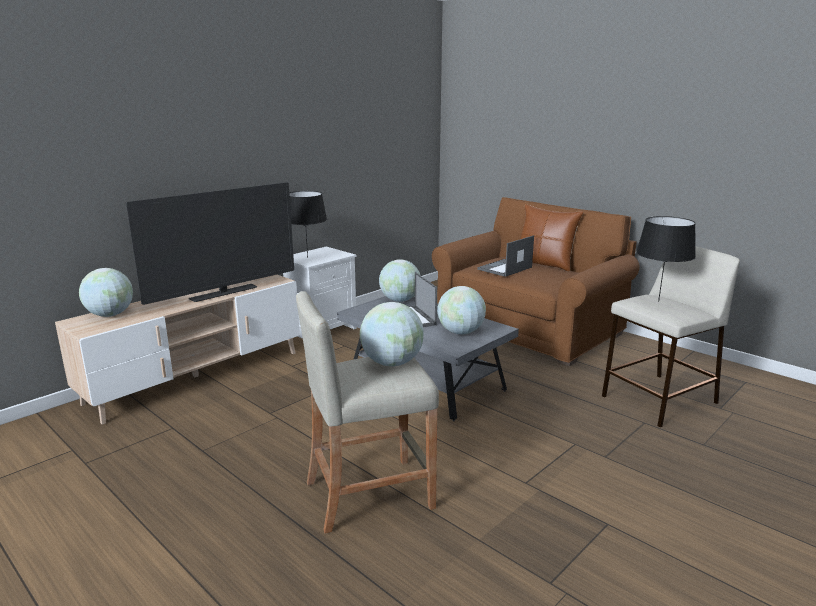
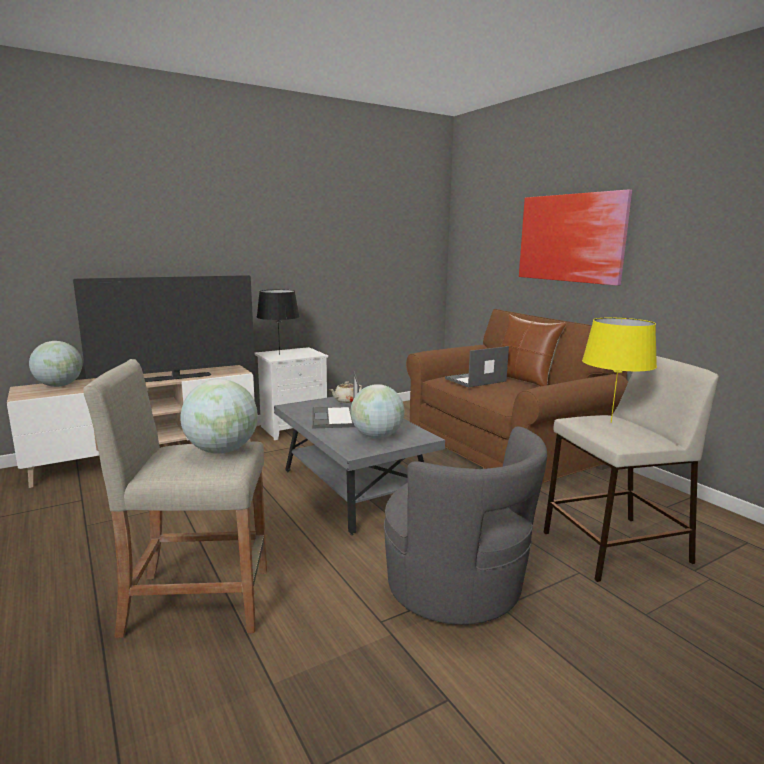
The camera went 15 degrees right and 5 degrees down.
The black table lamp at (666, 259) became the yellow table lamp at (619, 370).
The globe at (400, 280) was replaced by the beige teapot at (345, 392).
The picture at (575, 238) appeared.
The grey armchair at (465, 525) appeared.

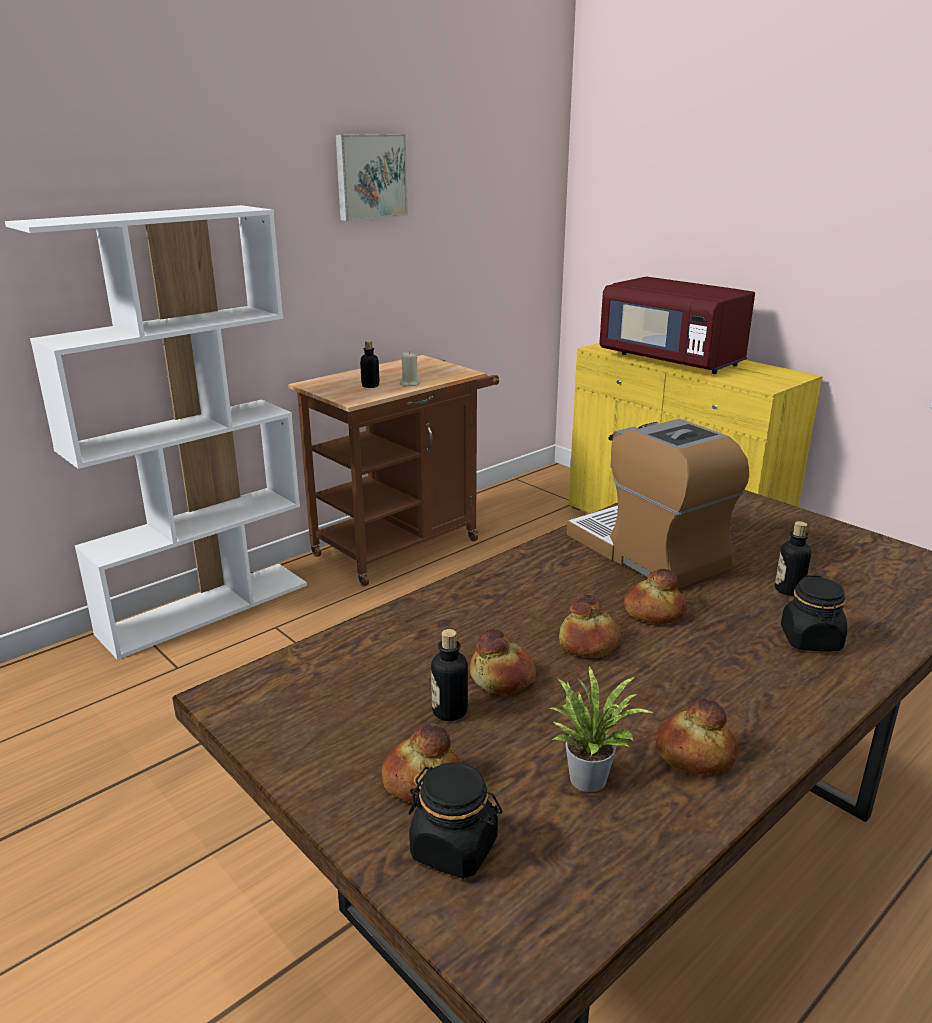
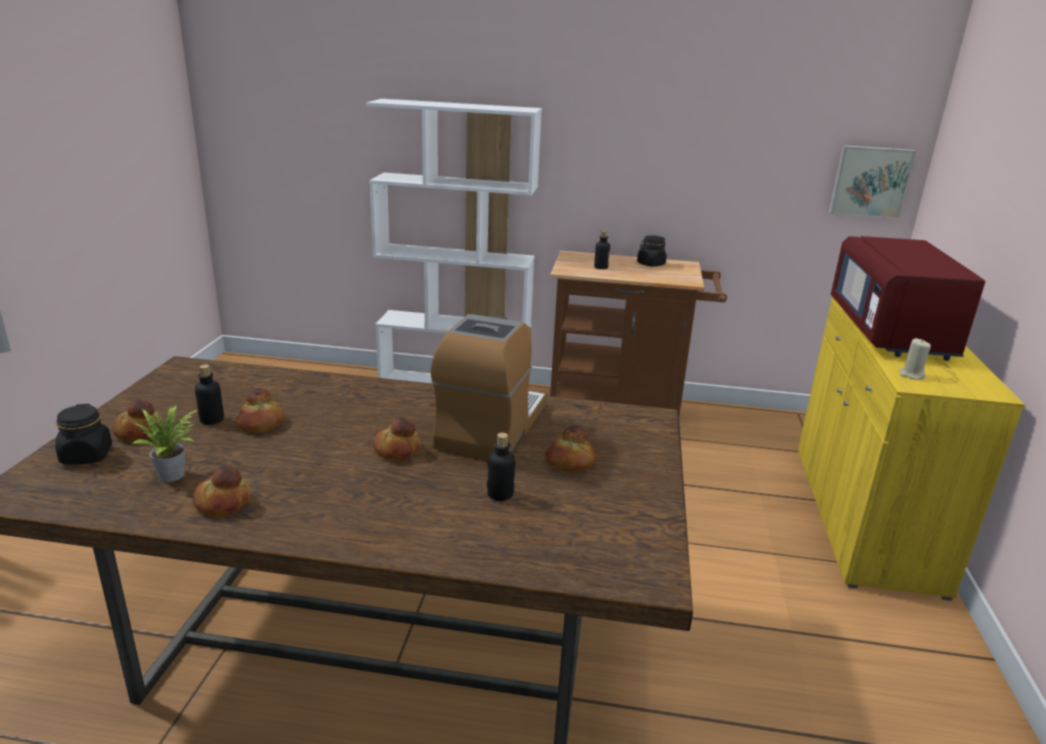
The camera went 50 degrees right and 0 degrees up.
The picture moved from (371, 177) to (872, 182).
The beige candle moved from (410, 369) to (915, 359).
The black jar moved from (814, 613) to (652, 251).
The bread moved from (590, 626) to (570, 448).

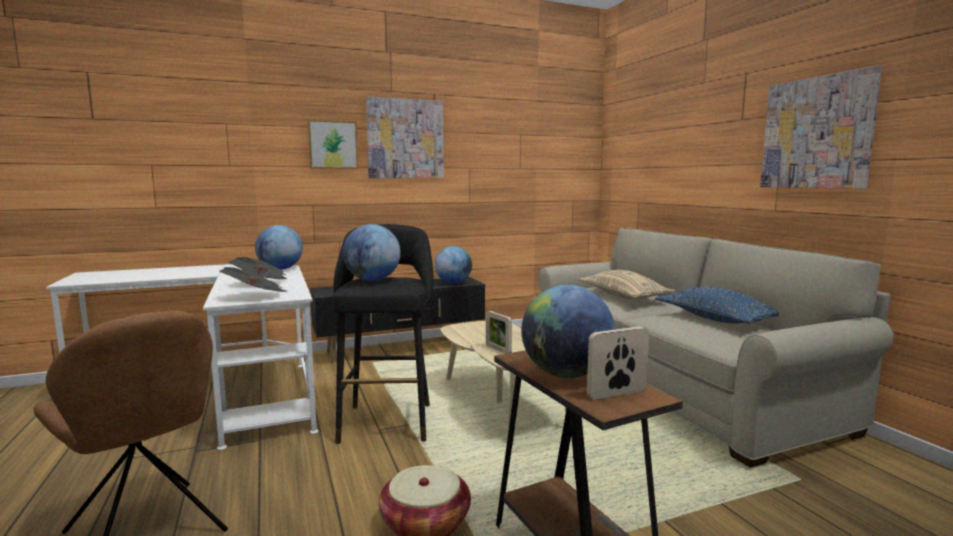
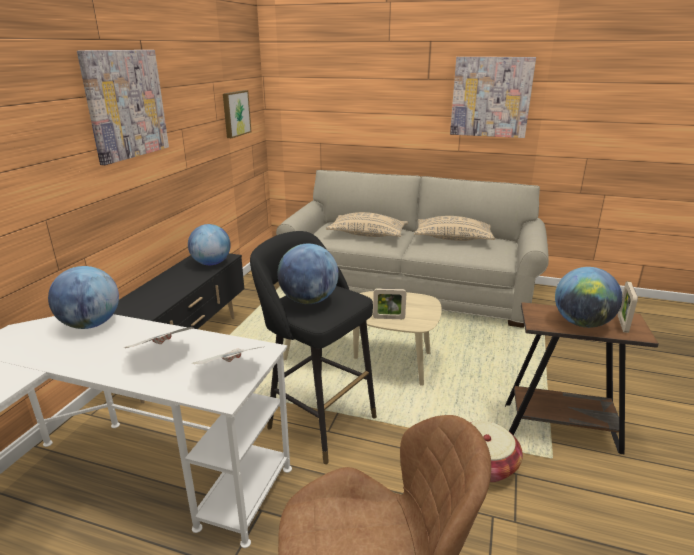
The camera went 50 degrees left and 15 degrees up.
The picture moved from (333, 144) to (237, 114).
The blue pillow at (717, 305) became the beige pillow at (454, 228).

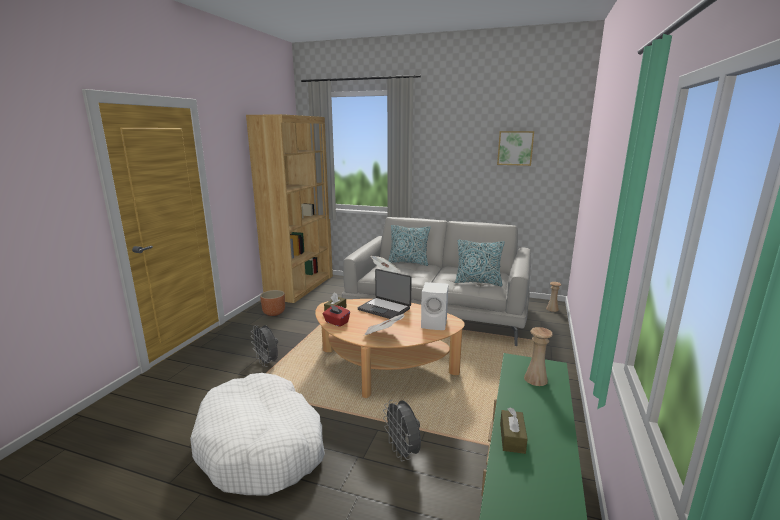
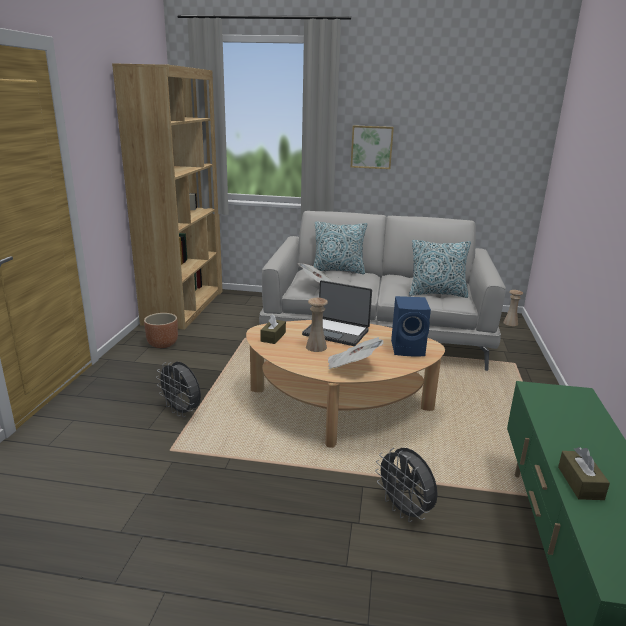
The camera went 10 degrees left and 5 degrees up.
The picture moved from (515, 148) to (372, 147).
The white speaker at (434, 306) became the blue speaker at (411, 326).
The red tissue box at (336, 315) disappeared.
The beige vase moved from (538, 356) to (317, 325).
The white dog bed at (257, 434) disappeared.

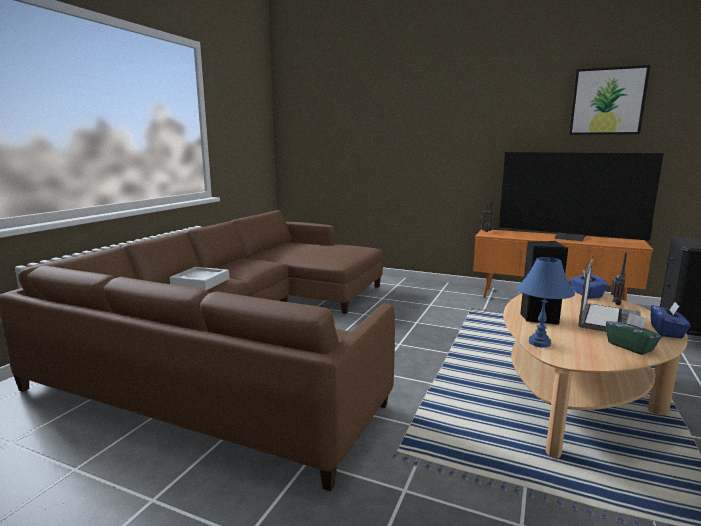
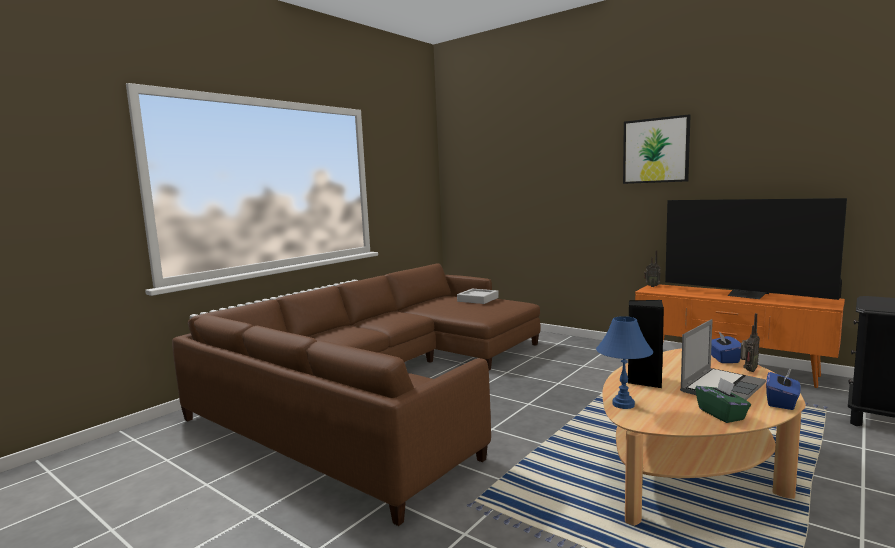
The camera went 15 degrees right and 5 degrees down.
The picture moved from (609, 100) to (657, 149).
The grey tray moved from (199, 278) to (478, 296).

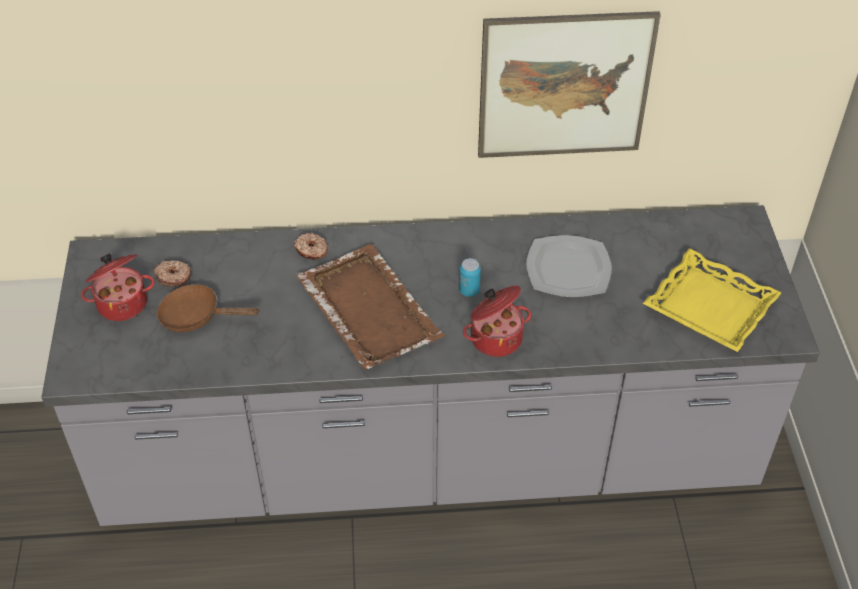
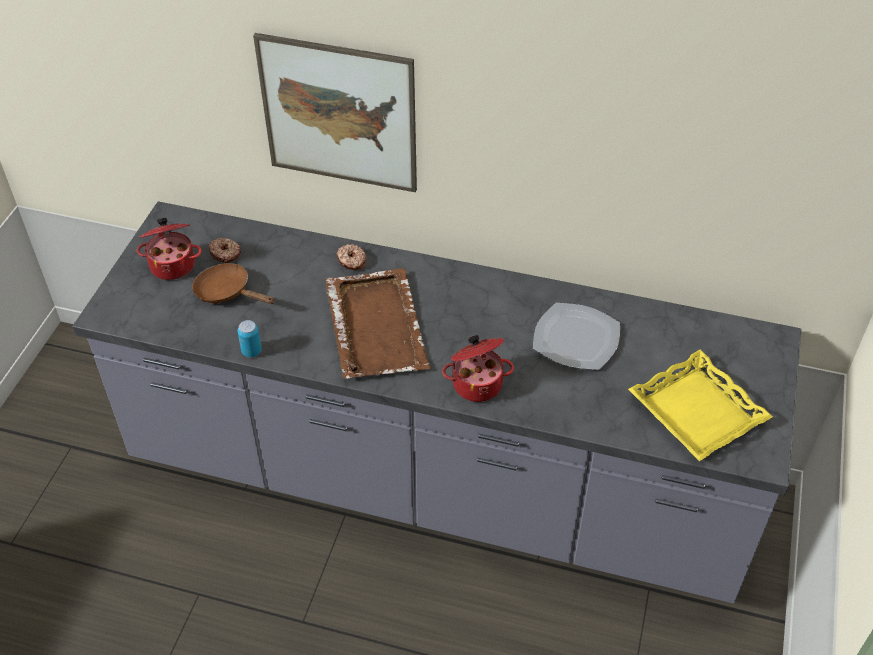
The camera went 20 degrees right and 0 degrees up.
The picture moved from (569, 84) to (335, 112).
The can moved from (470, 277) to (249, 338).

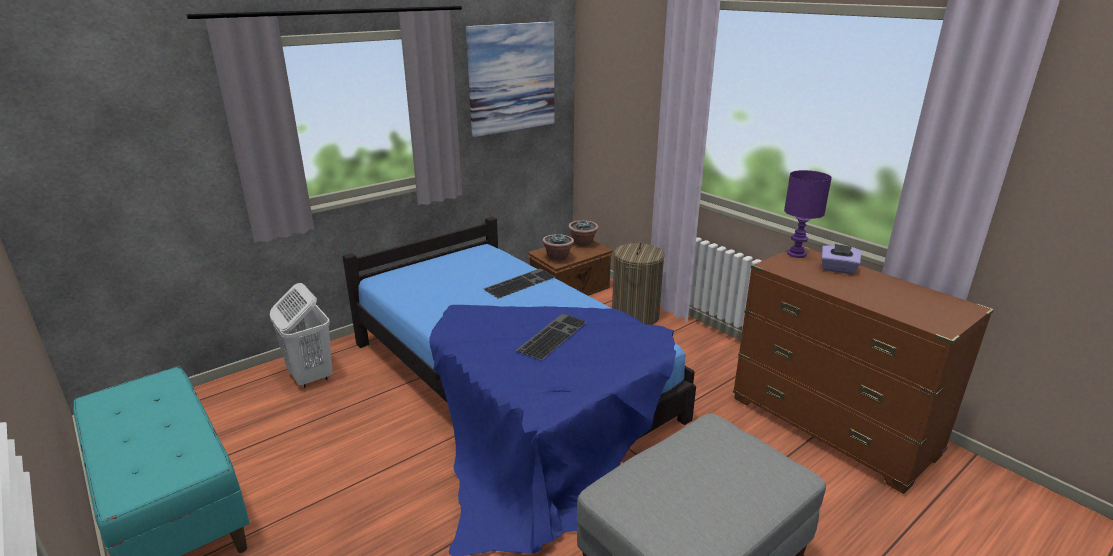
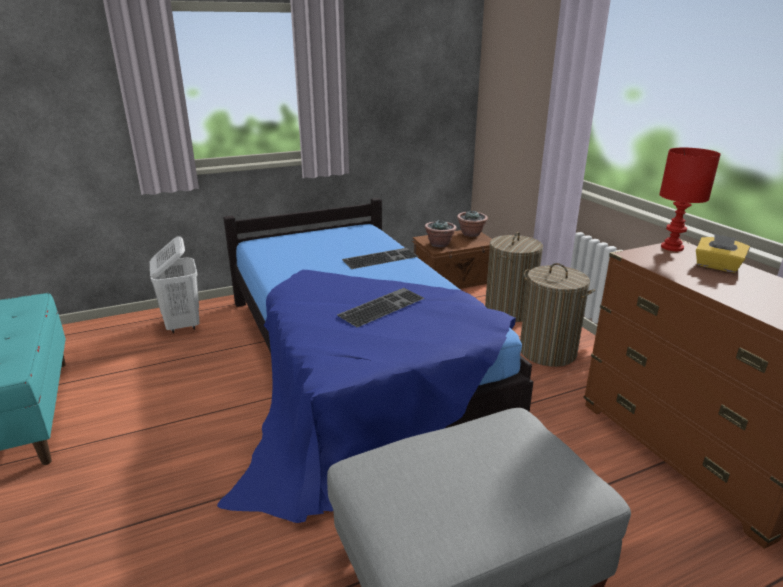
The camera went 15 degrees right and 0 degrees up.
The picture at (510, 79) disappeared.
The purple table lamp at (808, 214) became the red table lamp at (690, 199).
The purple tissue box at (841, 259) became the yellow tissue box at (723, 253).
The laundry basket at (557, 315) appeared.

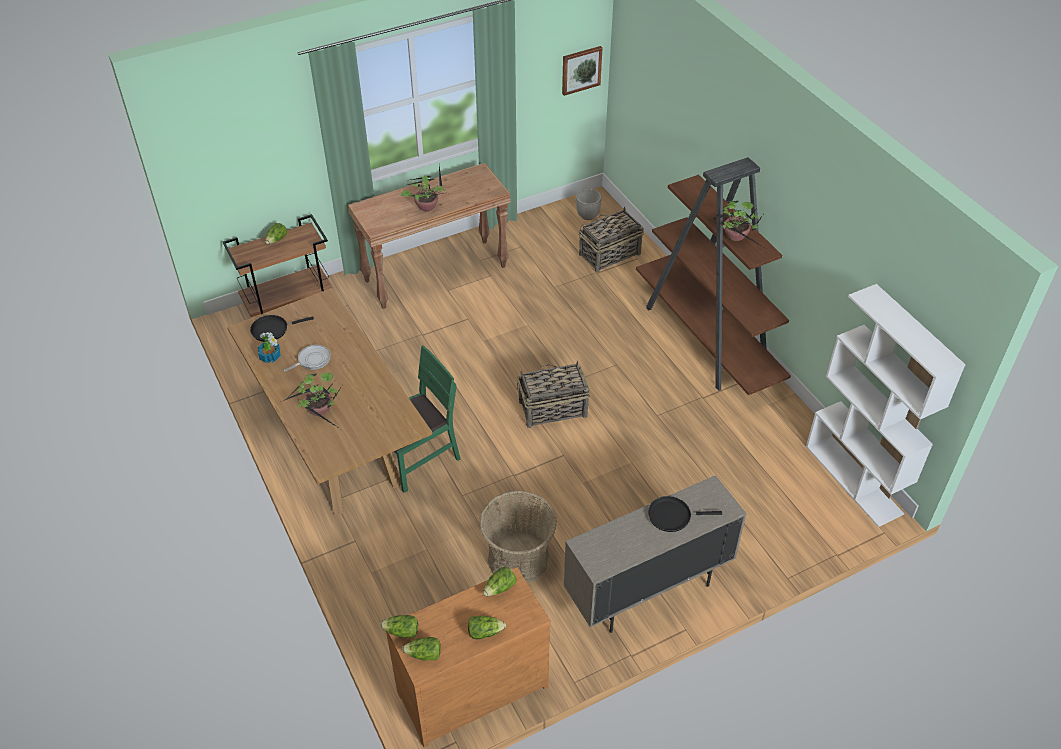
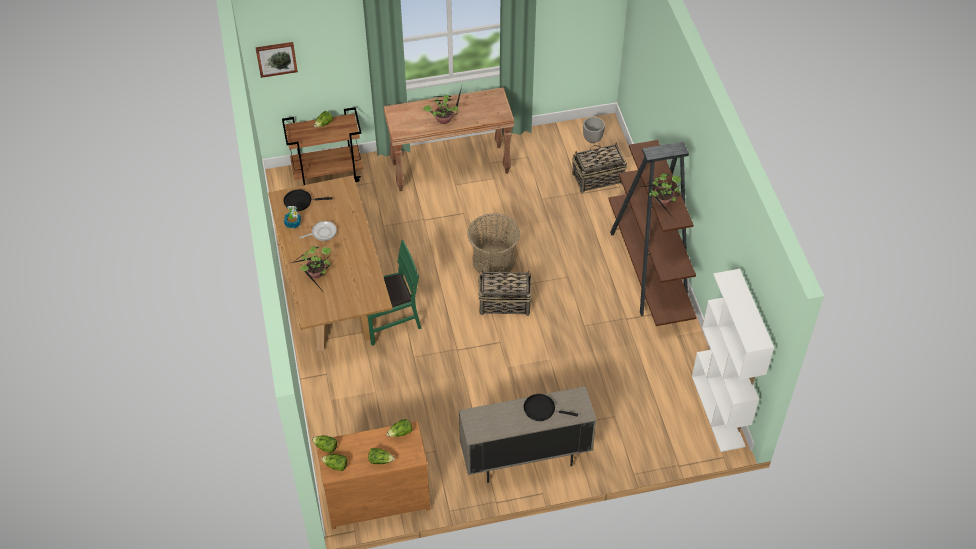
The camera went 15 degrees right and 5 degrees up.
The picture moved from (582, 71) to (276, 60).
The basket moved from (518, 537) to (493, 243).

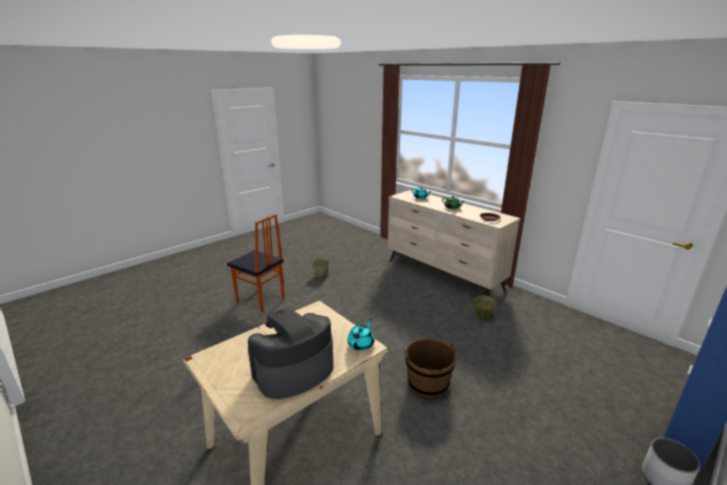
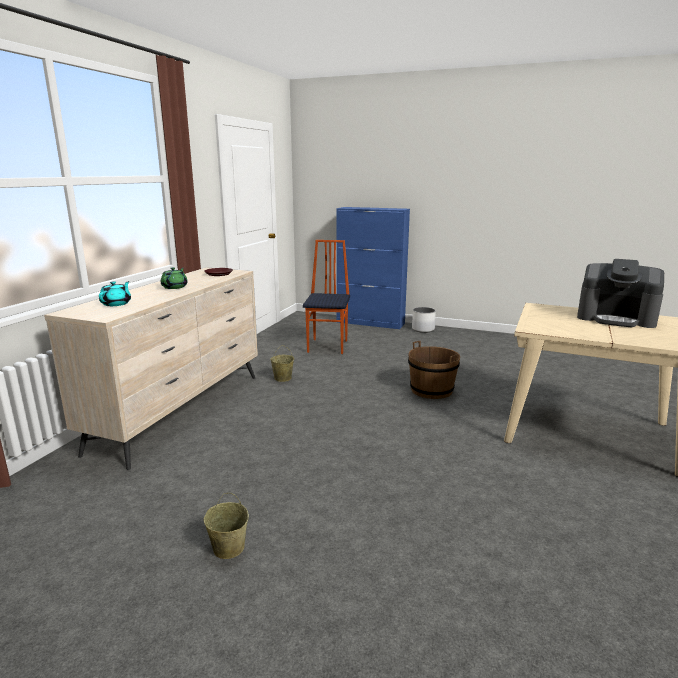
The camera went 115 degrees left and 5 degrees down.
The chair moved from (255, 263) to (326, 297).
The turquoise teapot at (361, 335) disappeared.

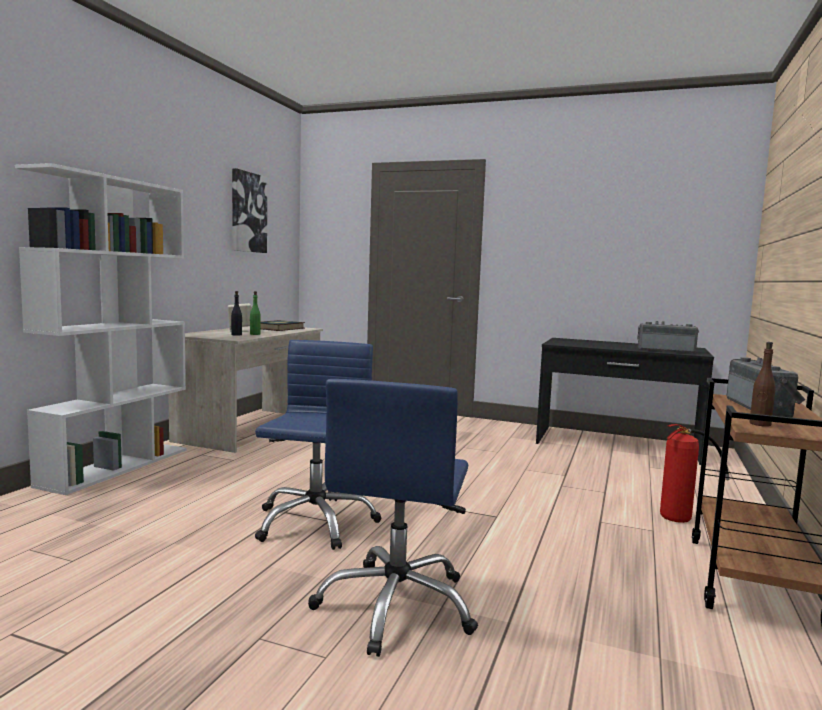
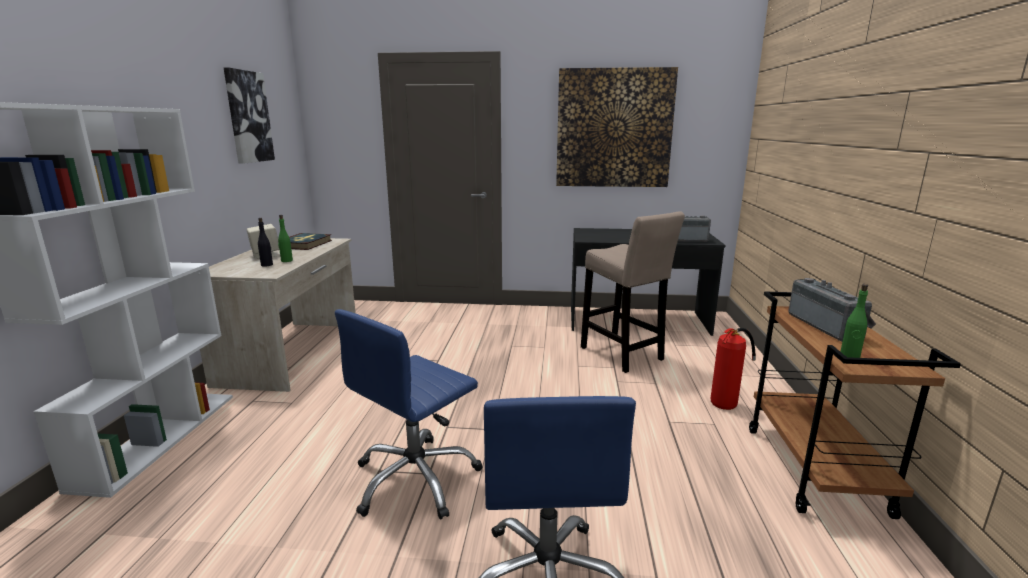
The camera went 15 degrees left and 10 degrees up.
The blue office chair at (318, 445) turned 135 degrees counterclockwise.
The brown bottle at (762, 384) became the green bottle at (854, 321).
The picture at (617, 127) appeared.
The beige stool at (633, 292) appeared.

